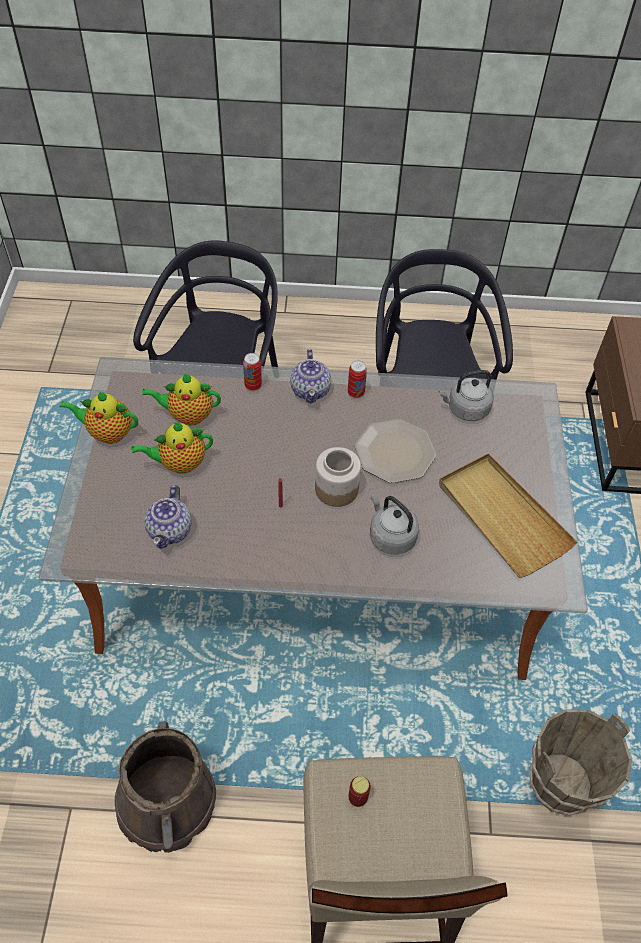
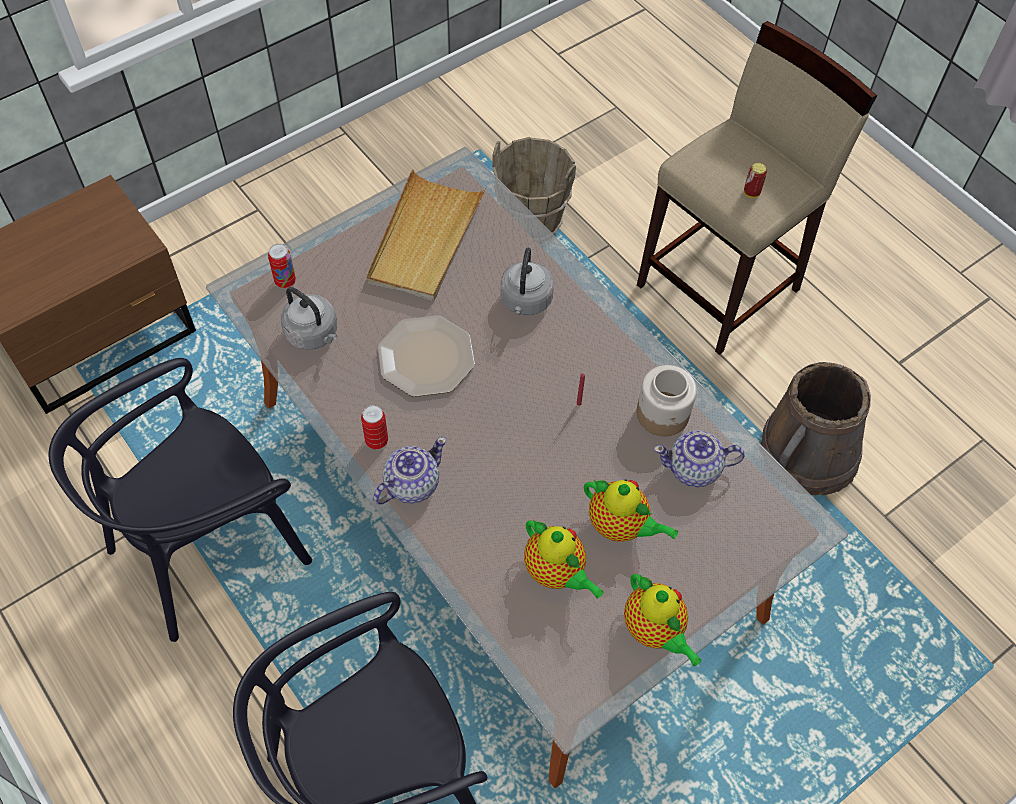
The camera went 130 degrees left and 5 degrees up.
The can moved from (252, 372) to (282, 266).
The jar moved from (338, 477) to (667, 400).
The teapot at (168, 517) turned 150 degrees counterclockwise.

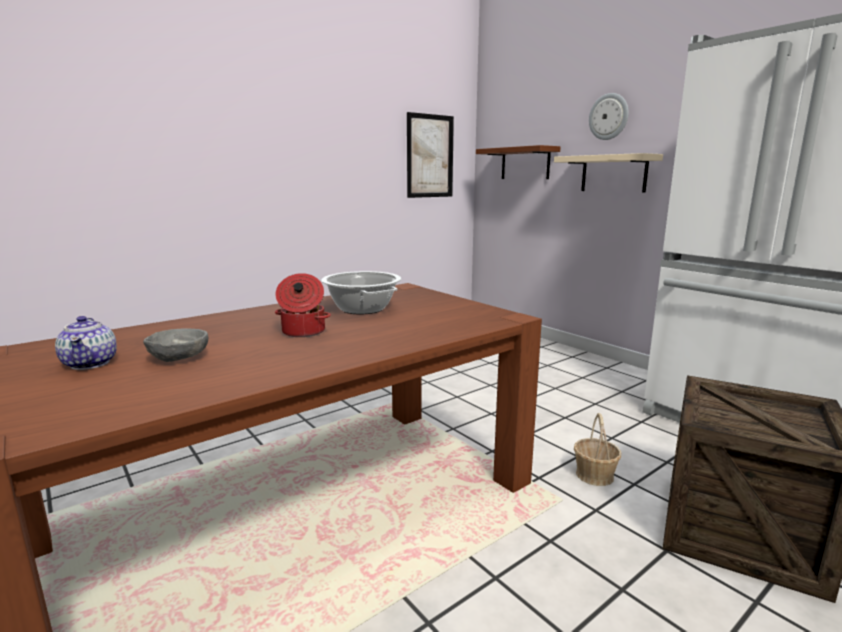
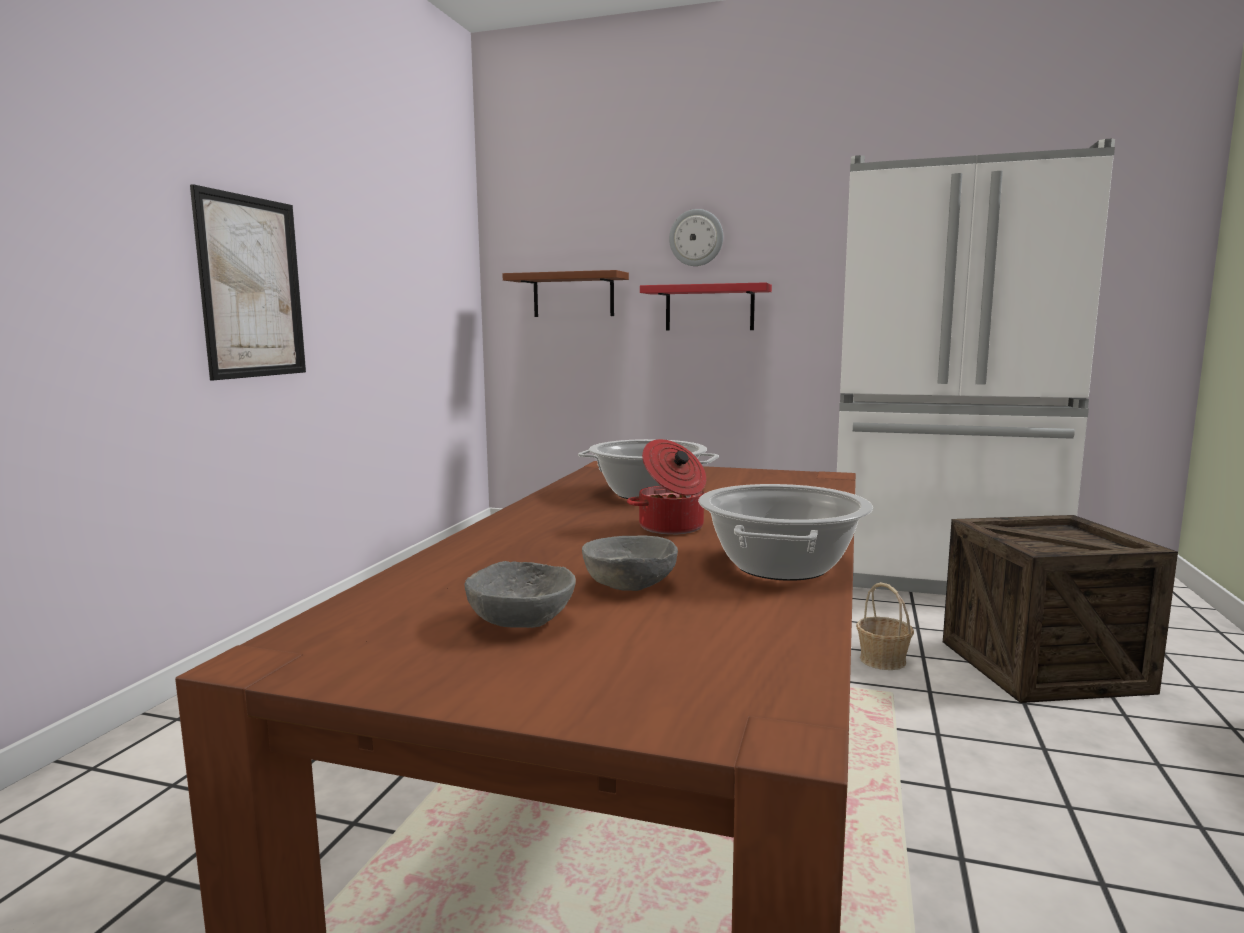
The camera went 35 degrees left and 5 degrees down.
The picture moved from (430, 155) to (248, 282).
The beige shelf at (608, 173) became the red shelf at (706, 306).
The teapot at (86, 343) was replaced by the grey bowl at (520, 594).
The cooking pot at (785, 532) appeared.

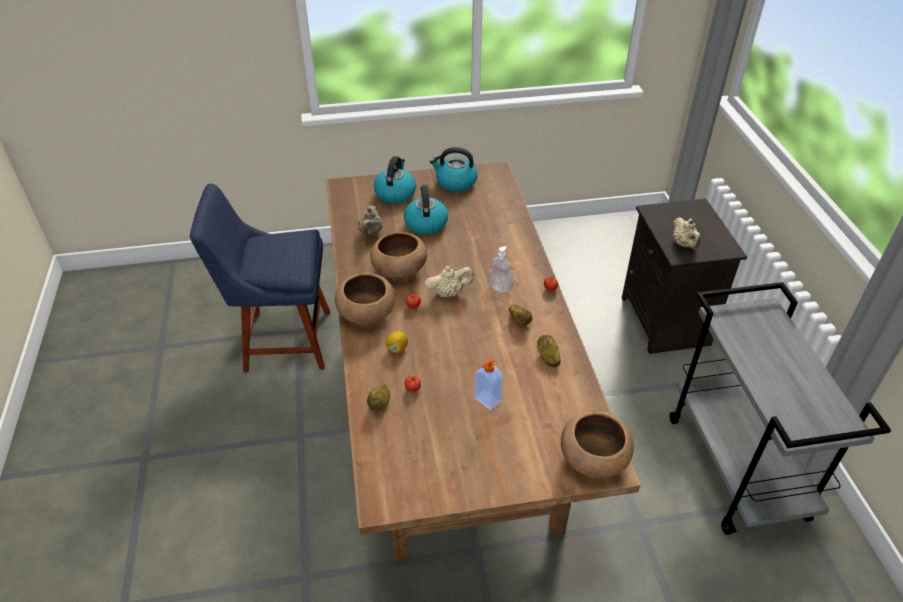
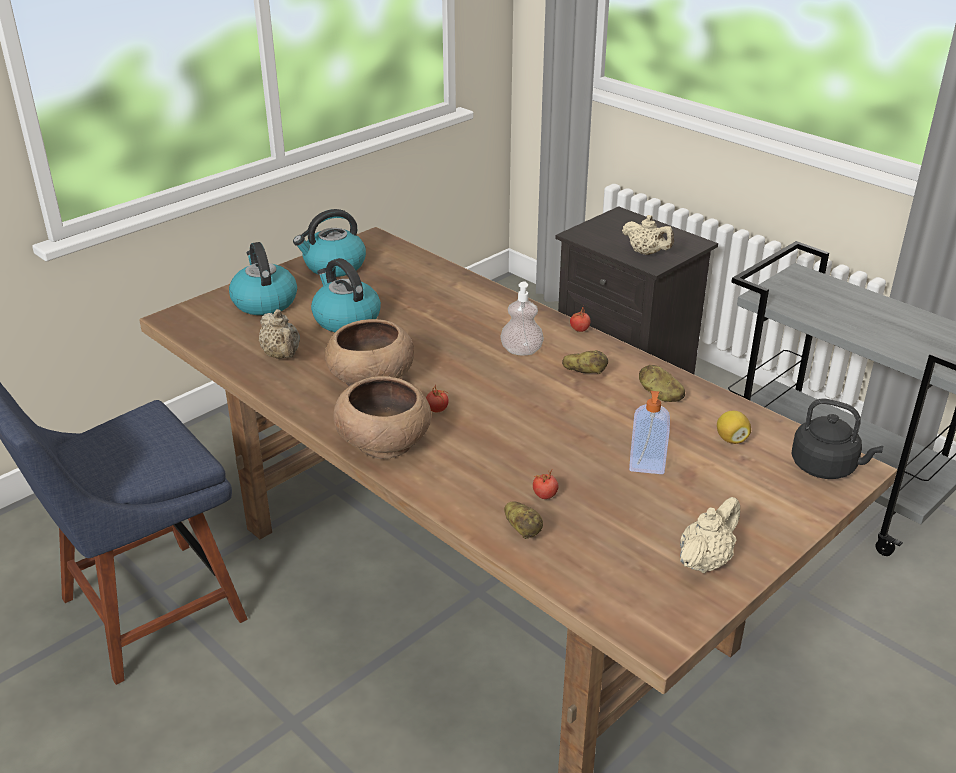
The camera went 35 degrees left and 10 degrees down.
The beige teapot moved from (449, 281) to (710, 535).
The lemon moved from (397, 342) to (734, 427).
The brown bowl at (597, 444) was replaced by the black kettle at (837, 439).

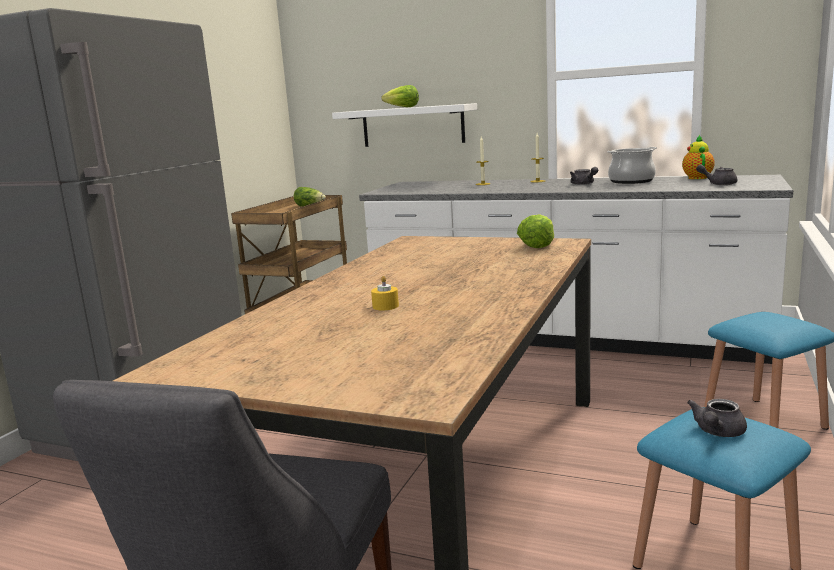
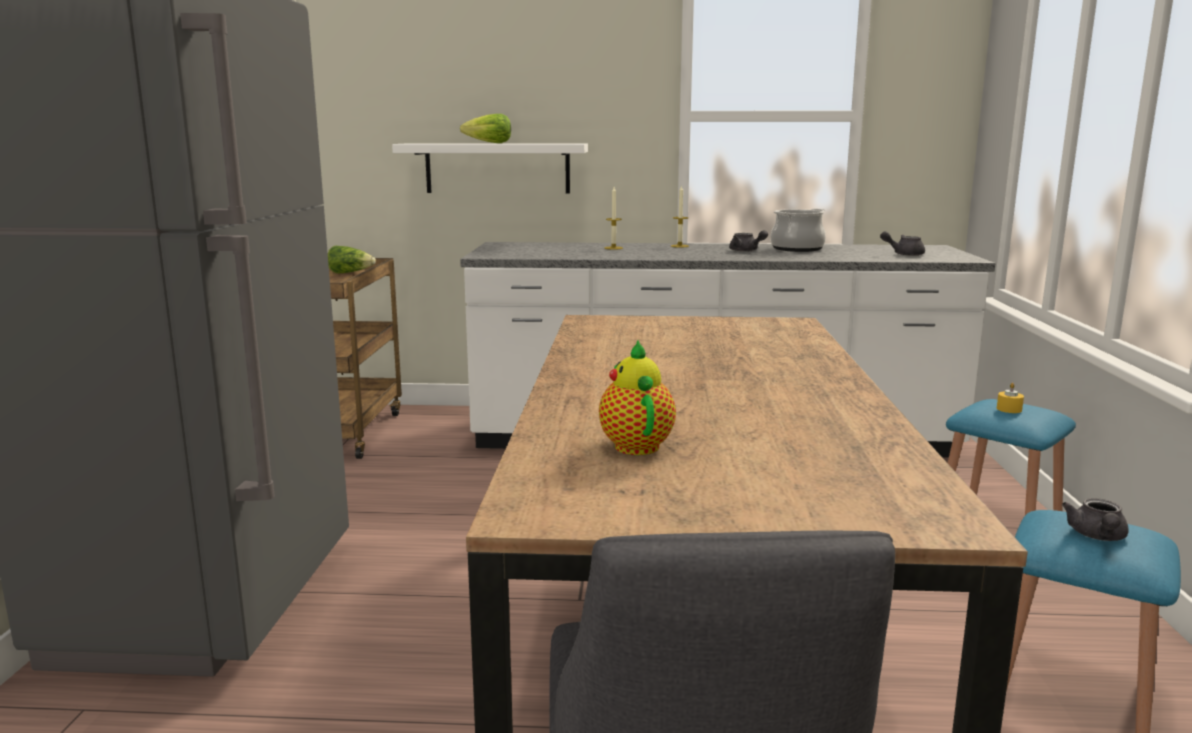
The camera went 20 degrees left and 0 degrees up.
The teapot moved from (698, 157) to (637, 397).
The lettuce at (535, 231) disappeared.
The yellow candle moved from (385, 293) to (1010, 398).

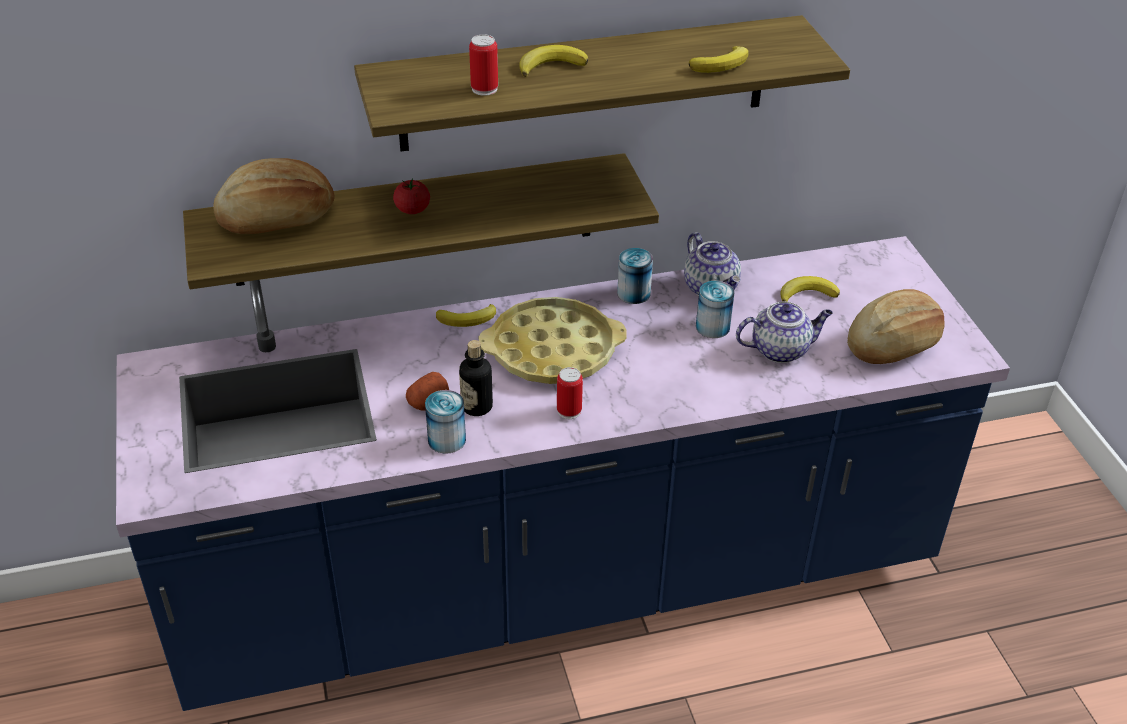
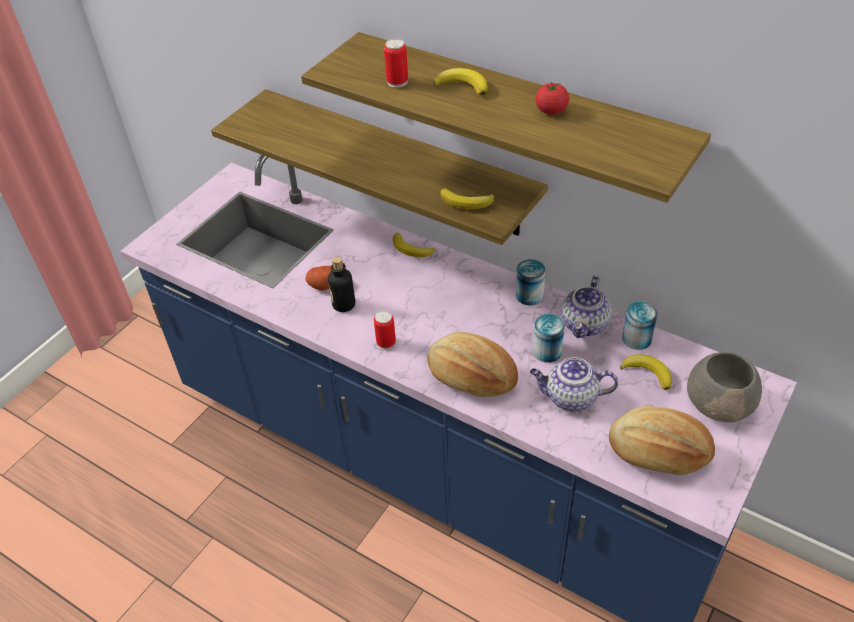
The camera went 50 degrees right and 5 degrees up.
The banana moved from (718, 59) to (467, 198).
The bread moved from (274, 196) to (473, 364).
The tomato moved from (411, 196) to (552, 98).
The yellow tray at (553, 340) disappeared.
The teapot at (784, 332) turned 150 degrees clockwise.
The can moved from (445, 422) to (639, 325).
The grey bowl at (724, 387) appeared.

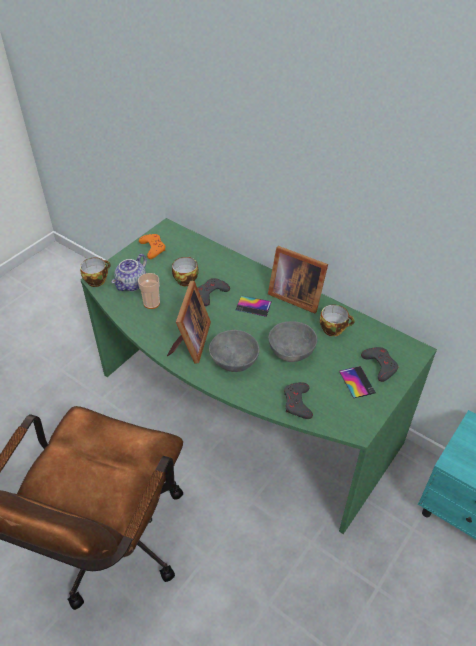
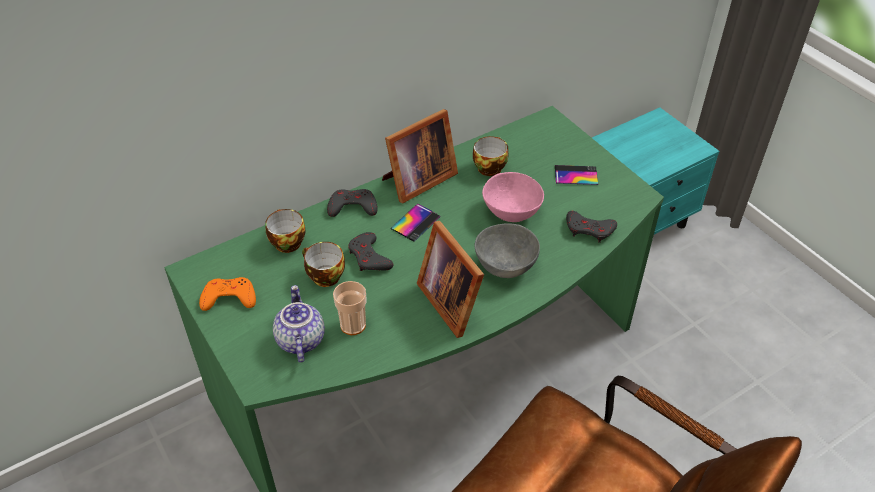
The camera went 70 degrees left and 0 degrees up.
The teapot at (129, 272) turned 150 degrees counterclockwise.
The cup moved from (95, 272) to (285, 231).
The picture frame at (189, 322) turned 150 degrees counterclockwise.
The grey bowl at (293, 341) became the pink bowl at (513, 197).
The grey game controller moved from (379, 364) to (352, 203).

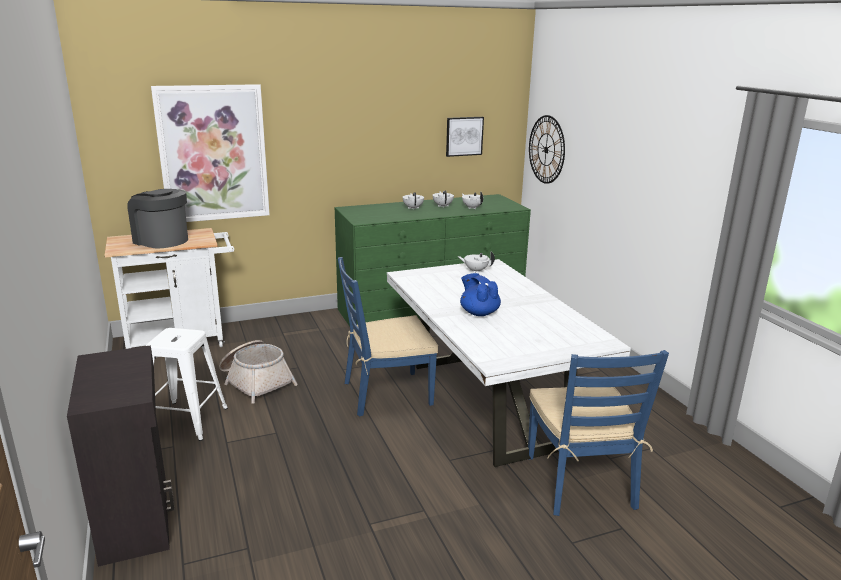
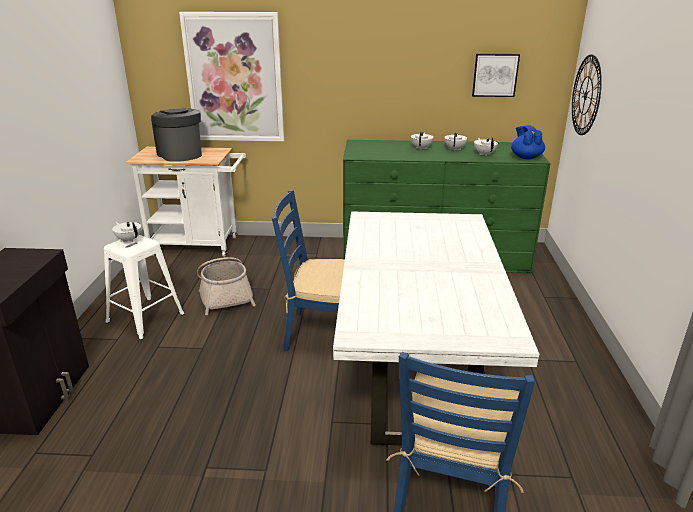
The camera went 25 degrees right and 5 degrees up.
The white teapot moved from (476, 262) to (126, 232).
The blue teapot moved from (480, 294) to (528, 142).

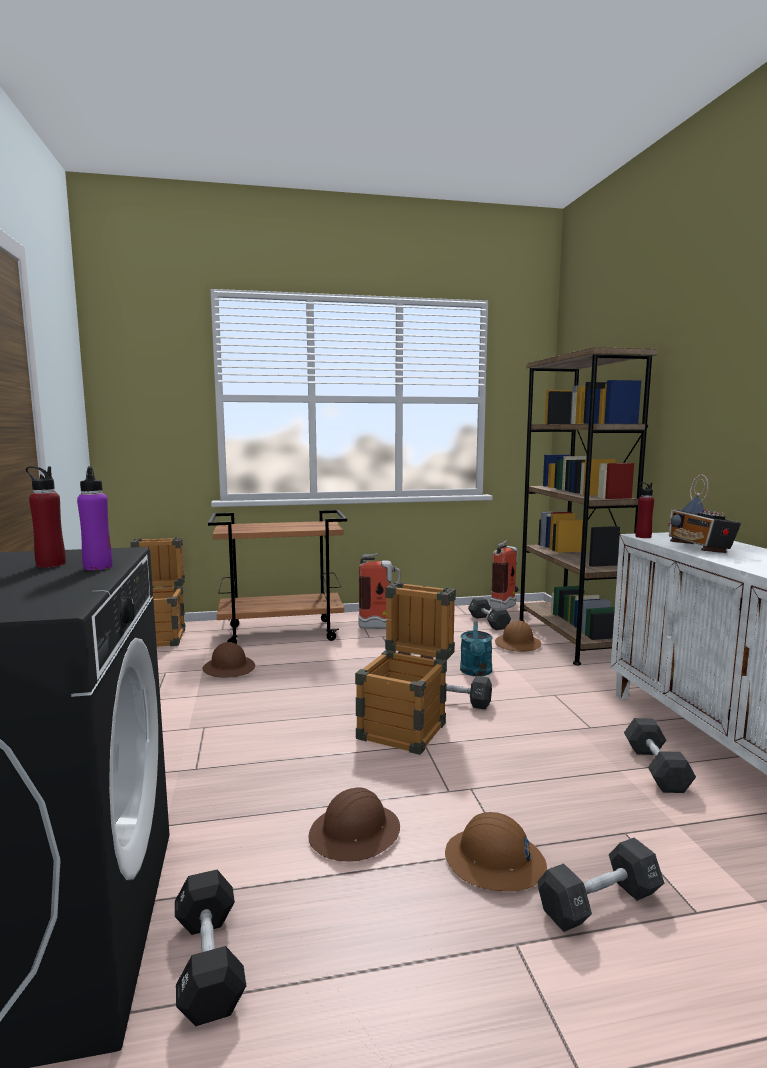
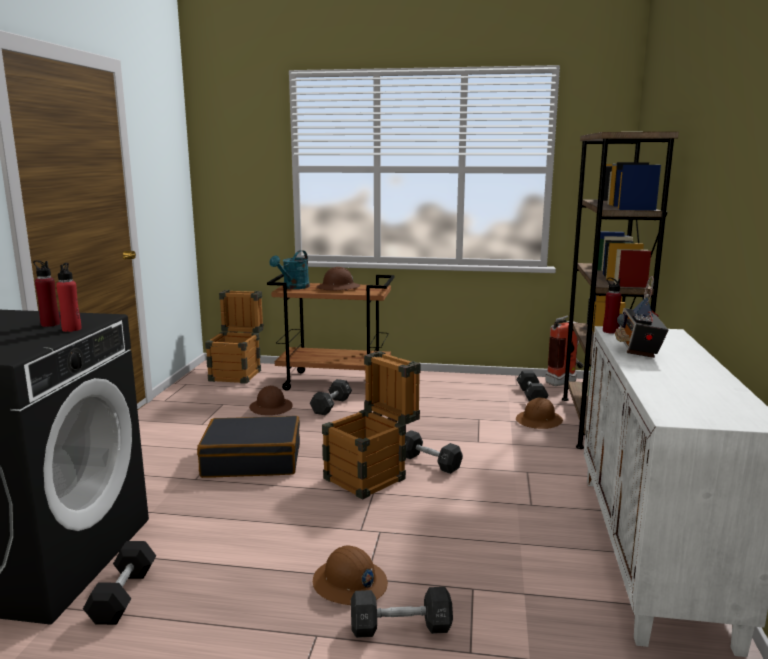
The camera went 20 degrees right and 5 degrees up.
The purple bottle at (95, 518) became the red bottle at (68, 297).
The fire extinguisher at (379, 591) disappeared.
The turquoise watering can moved from (476, 649) to (290, 269).
The black dumbbell moved from (660, 755) to (331, 397).
The brown hard hat moved from (354, 824) to (338, 279).
The black suitcase at (248, 447) appeared.

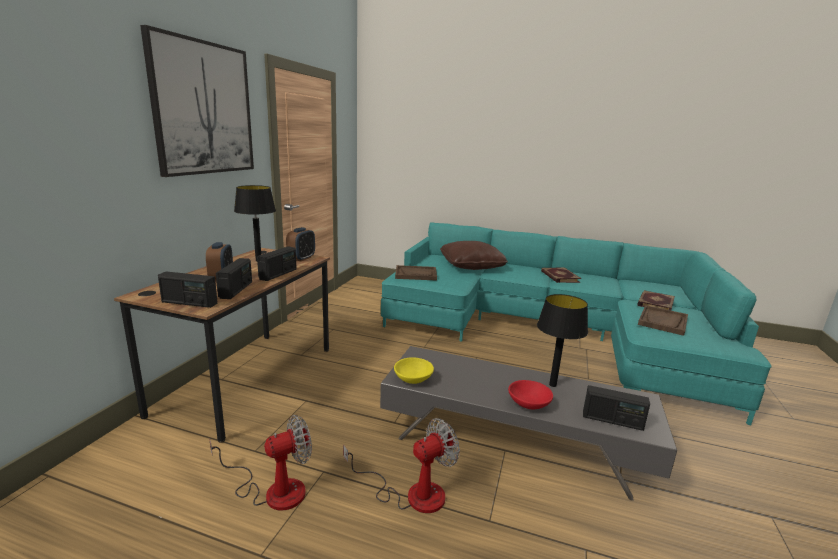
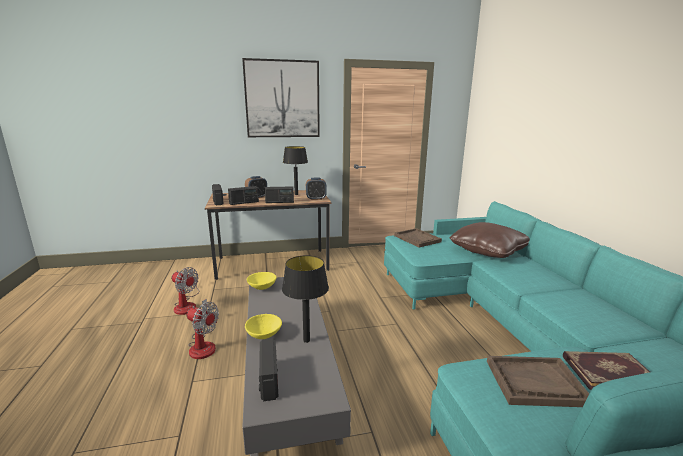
The camera went 60 degrees right and 0 degrees up.
The book at (561, 275) disappeared.
The red bowl at (530, 394) became the yellow bowl at (263, 326).

